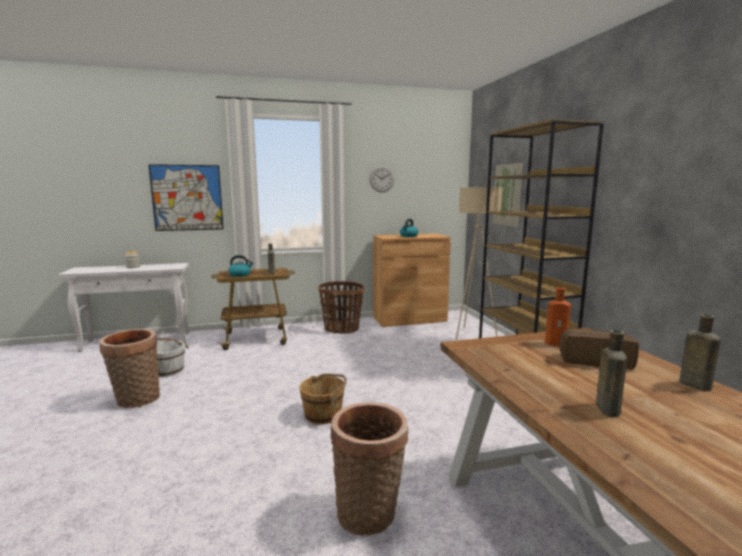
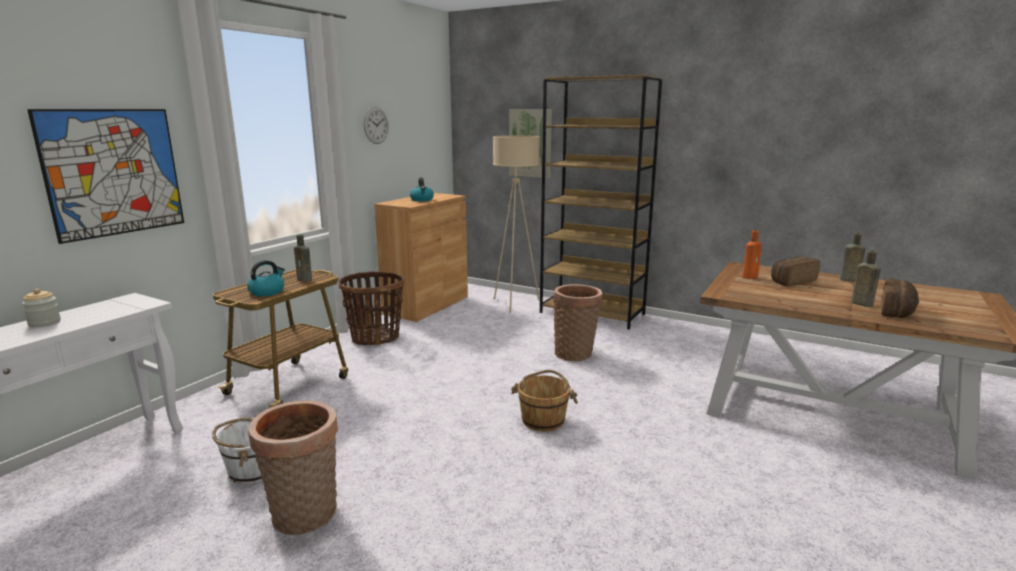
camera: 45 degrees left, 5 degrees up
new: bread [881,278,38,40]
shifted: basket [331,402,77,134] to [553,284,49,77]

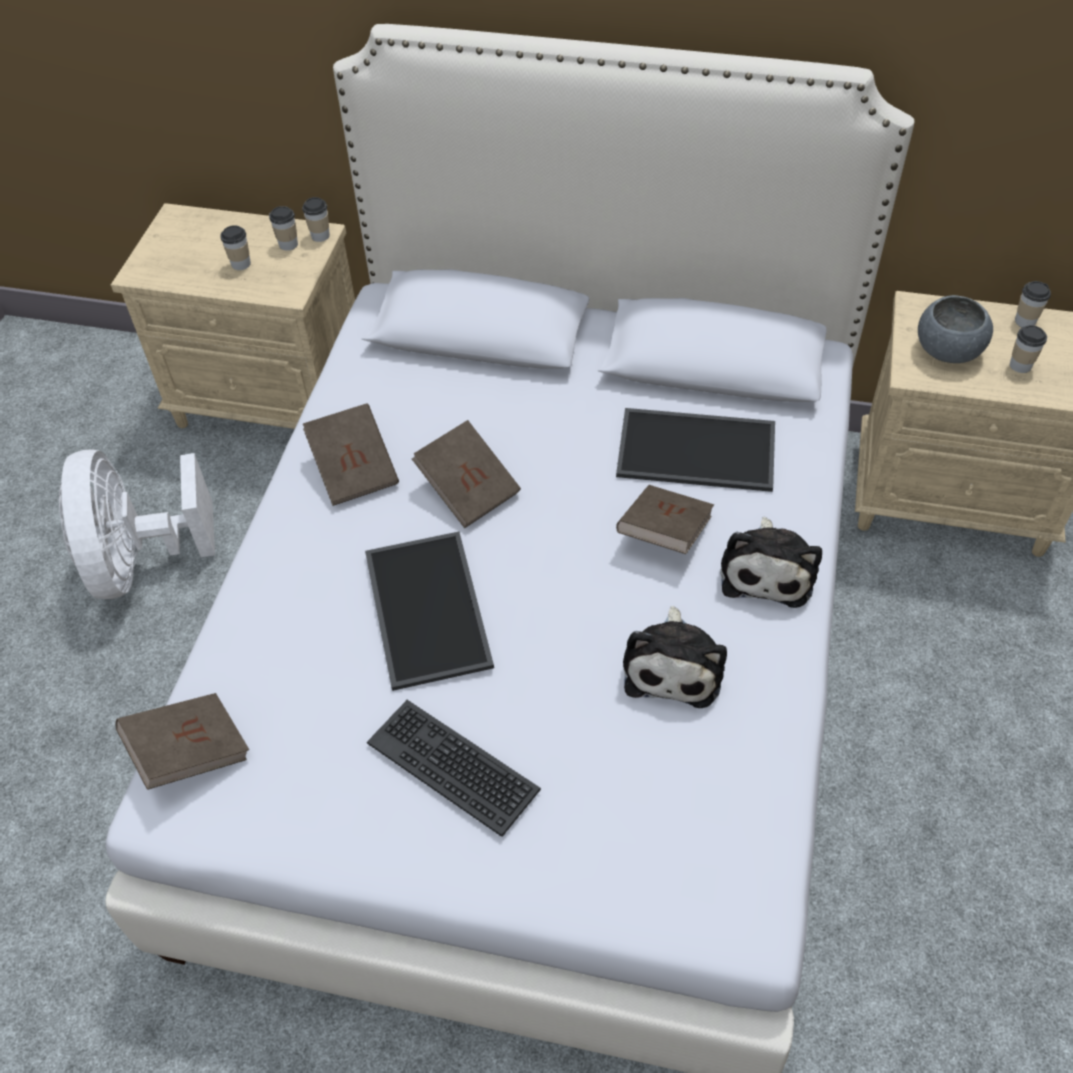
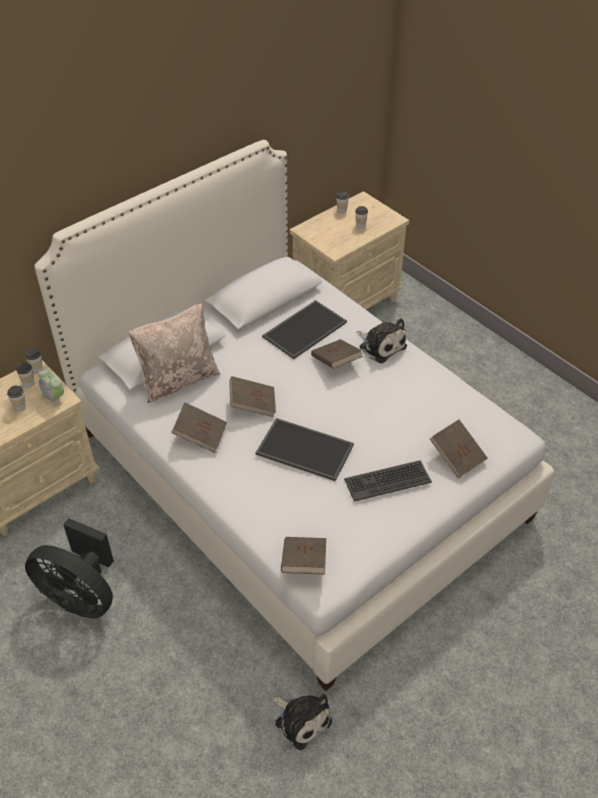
camera: 55 degrees left, 5 degrees down
gone: grey bowl [918,295,75,68]
new: beige pillow [128,304,92,99]; alarm clock [38,369,26,38]; brown book [430,420,58,58]
shifted: plush toy [623,606,104,102] to [273,694,59,56]
repainted: white fan [59,449,156,150] to black fan [25,518,89,100]

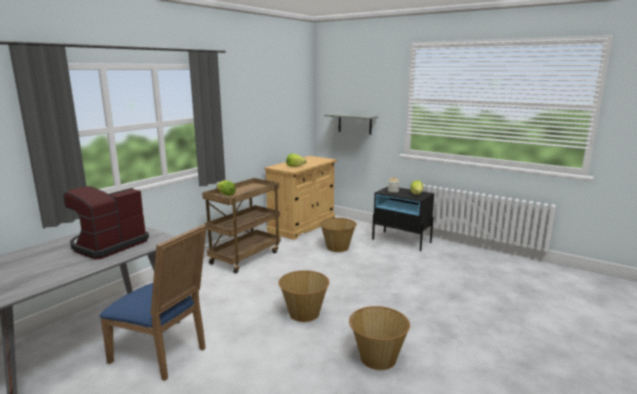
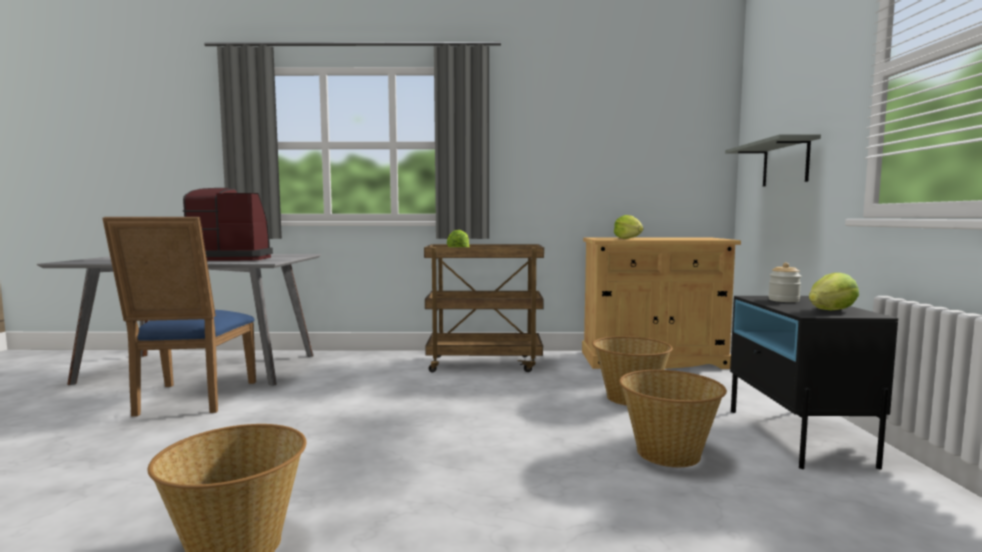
camera: 55 degrees right, 10 degrees down
shifted: basket [278,270,51,52] to [619,370,108,97]

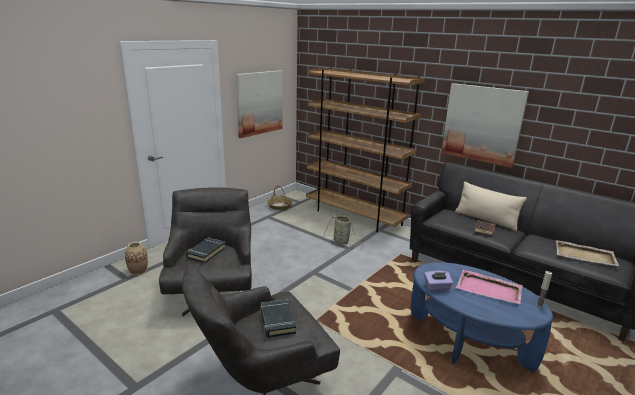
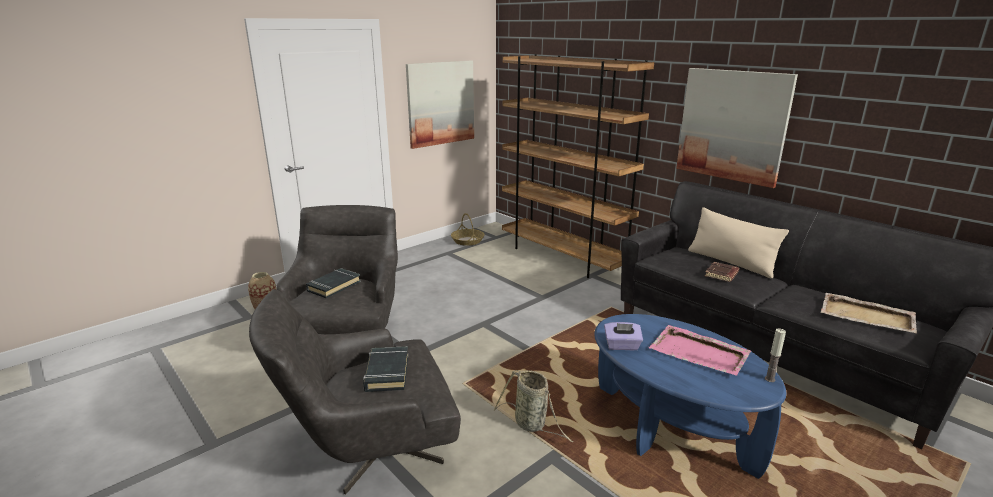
camera: 10 degrees right, 0 degrees up
shifted: basket [323,216,41,30] to [494,370,80,72]

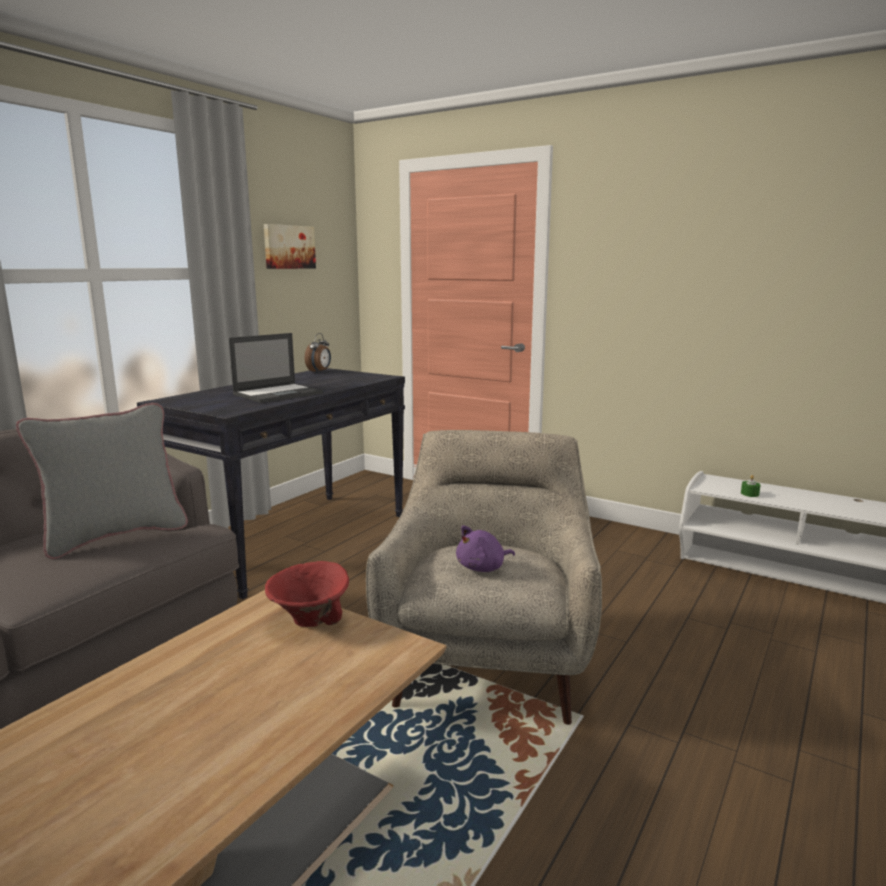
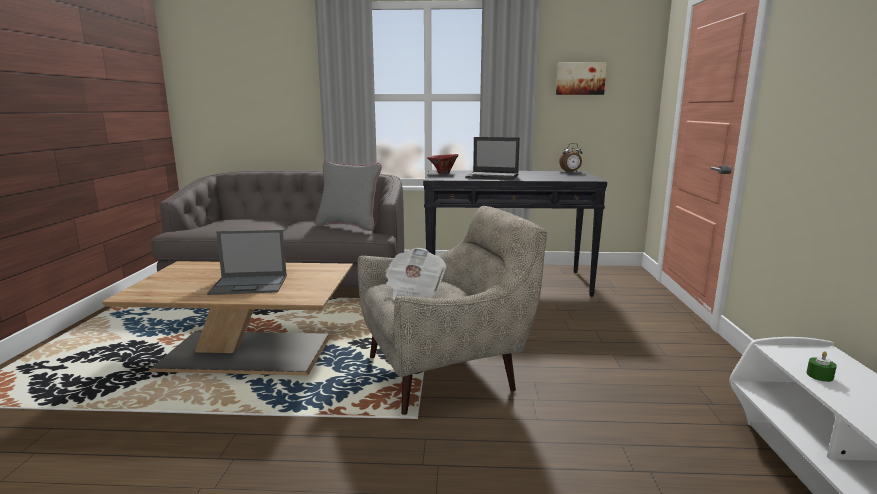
camera: 60 degrees right, 0 degrees up
new: laptop [207,230,80,65]
shifted: red bowl [265,561,84,66] to [427,154,32,19]
swapped: purple plush toy [456,526,59,46] to newspaper [385,248,62,52]

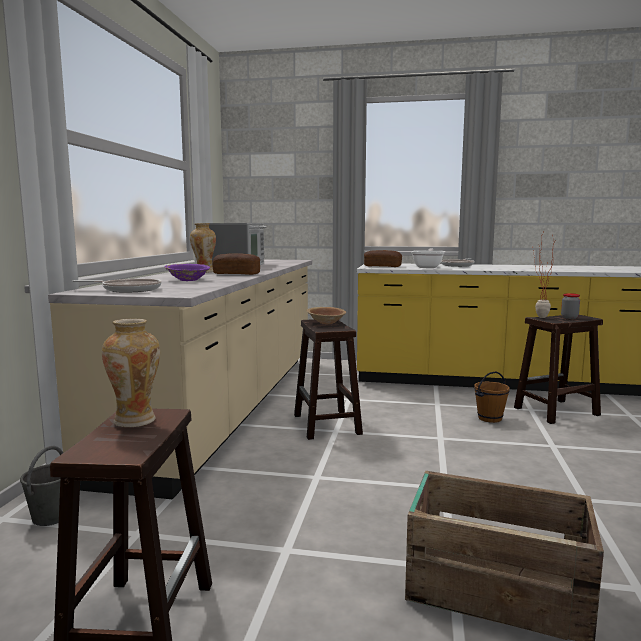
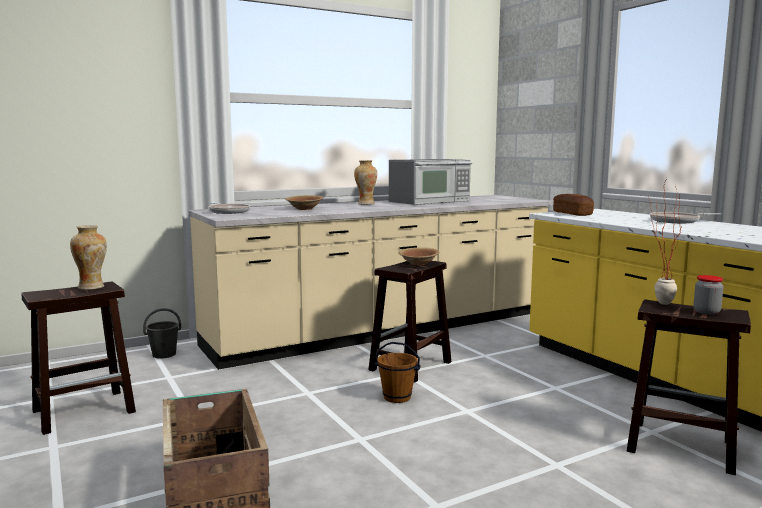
camera: 50 degrees right, 0 degrees up
gone: frying pan [411,248,34,20]; bread [212,253,48,22]
shifted: brown bucket [474,371,36,52] to [374,342,47,61]
repainted: purple bowl [164,264,46,17] to brown bowl [285,195,38,15]

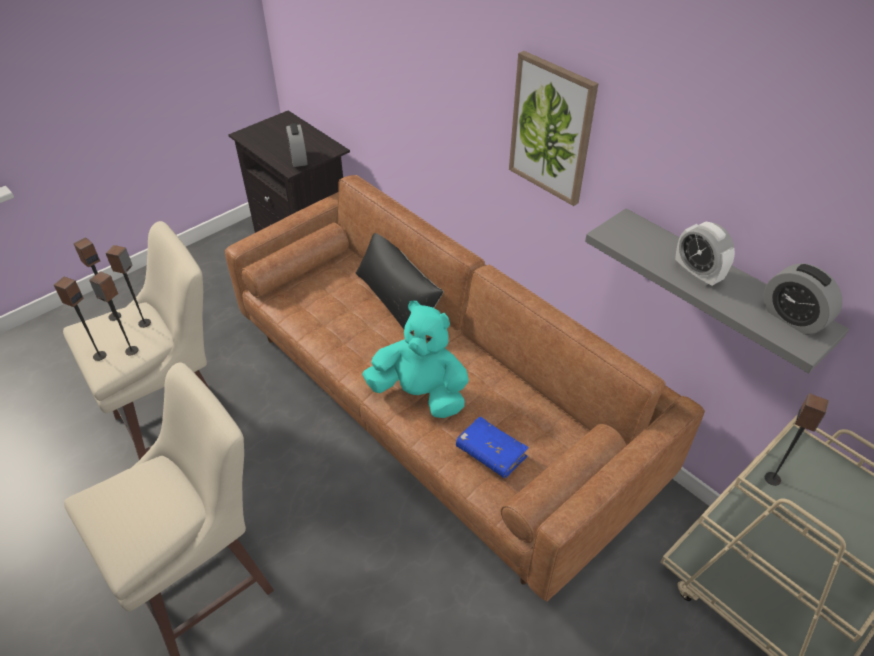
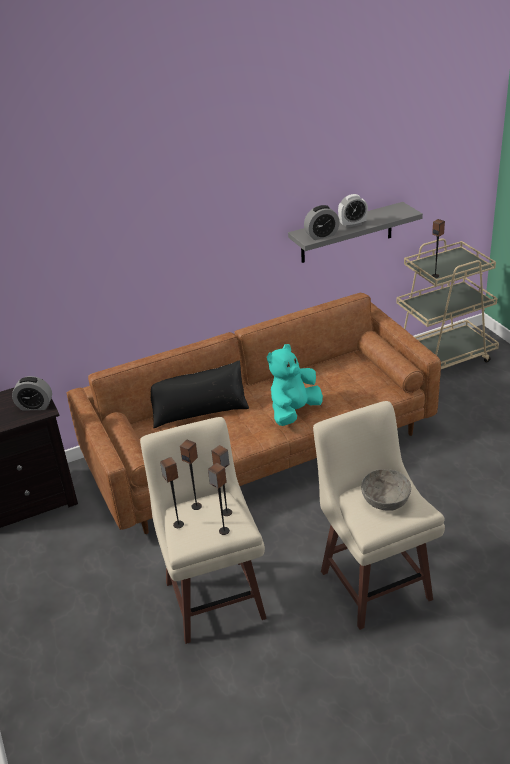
camera: 70 degrees left, 10 degrees down
gone: picture [509,51,89,155]; blue book [456,417,73,61]
new: grey bowl [361,469,50,42]
shifted: alarm clock [764,263,79,72] to [304,205,36,35]

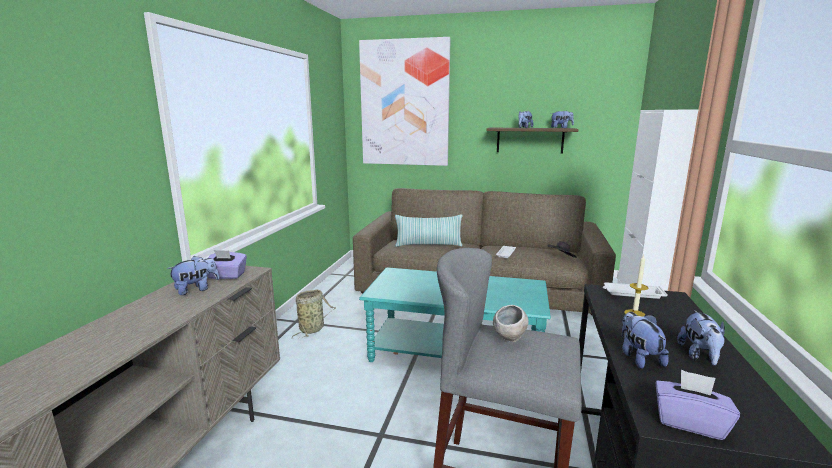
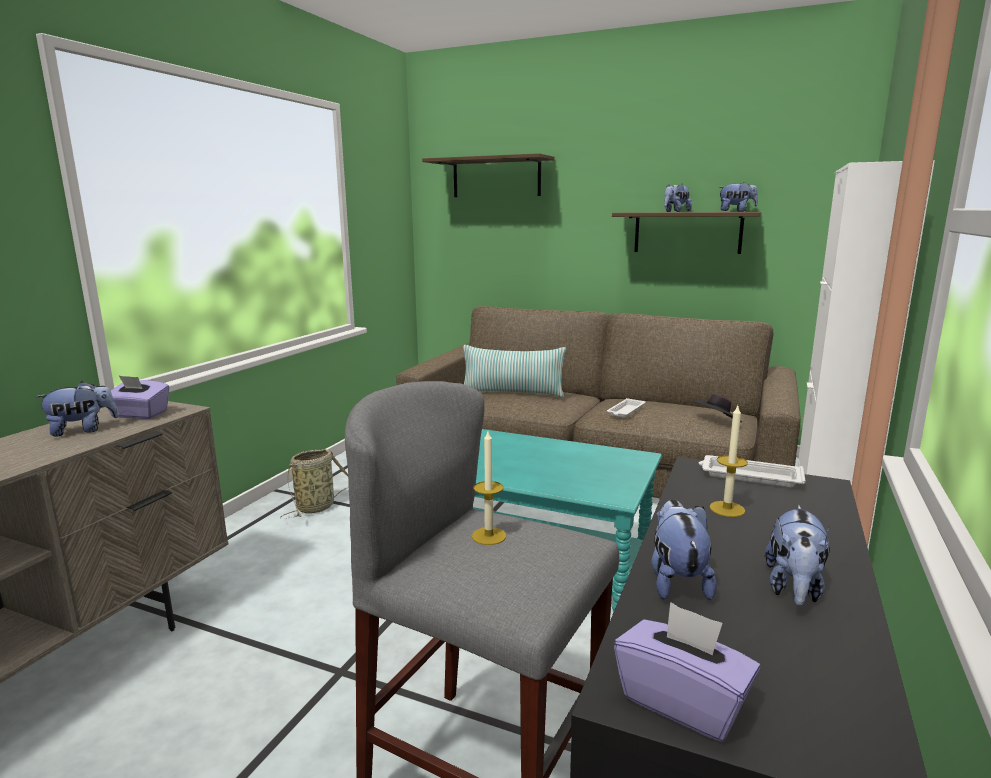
camera: 10 degrees right, 0 degrees up
swapped: picture [359,37,92,129] to shelf [422,153,133,44]; grey bowl [493,305,36,37] to candle [472,431,34,114]

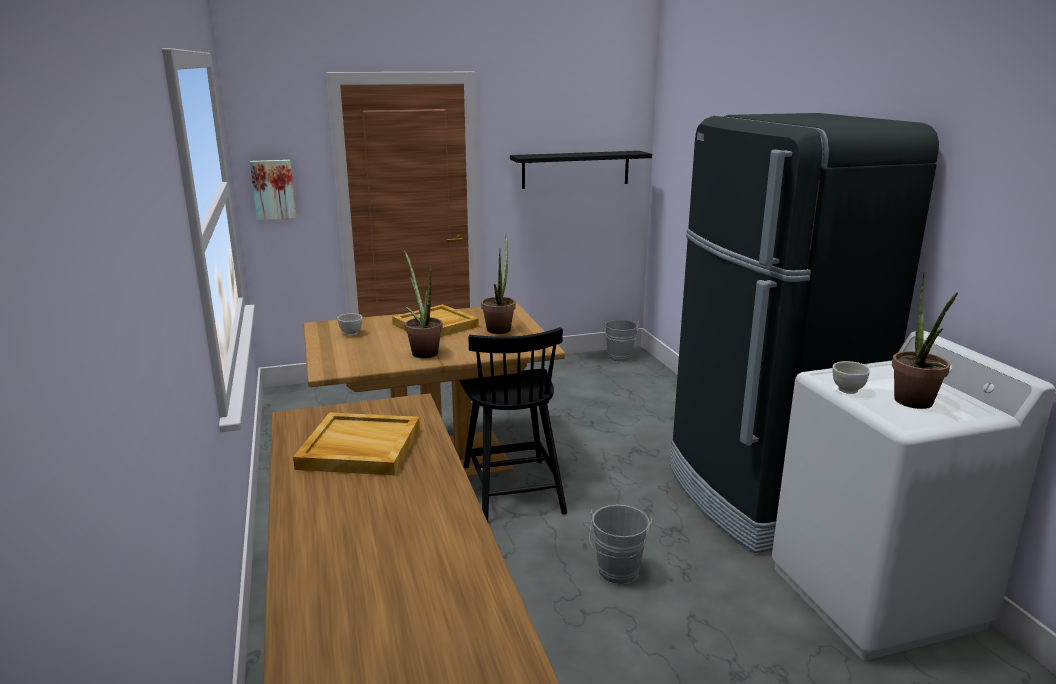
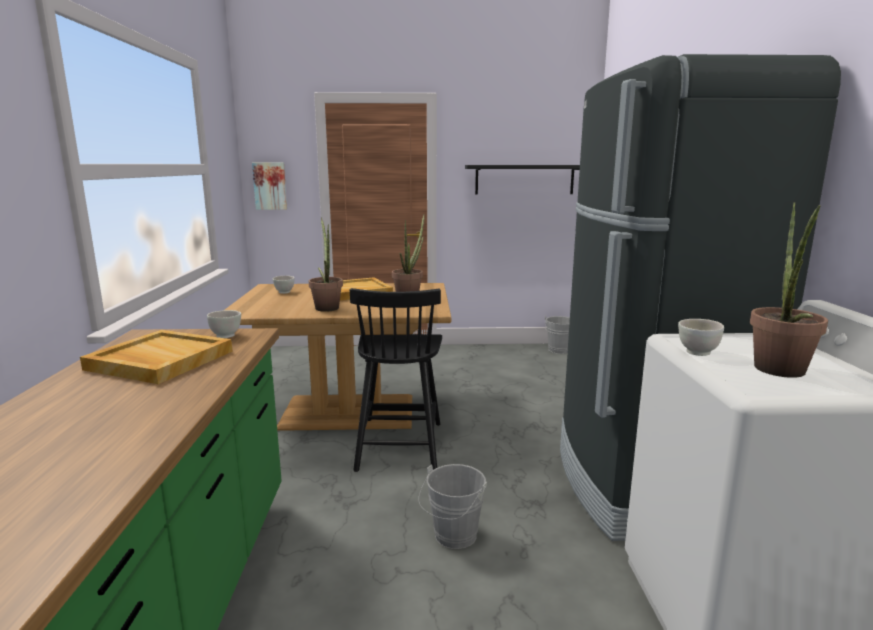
camera: 15 degrees right, 5 degrees down
new: white bowl [207,310,34,28]

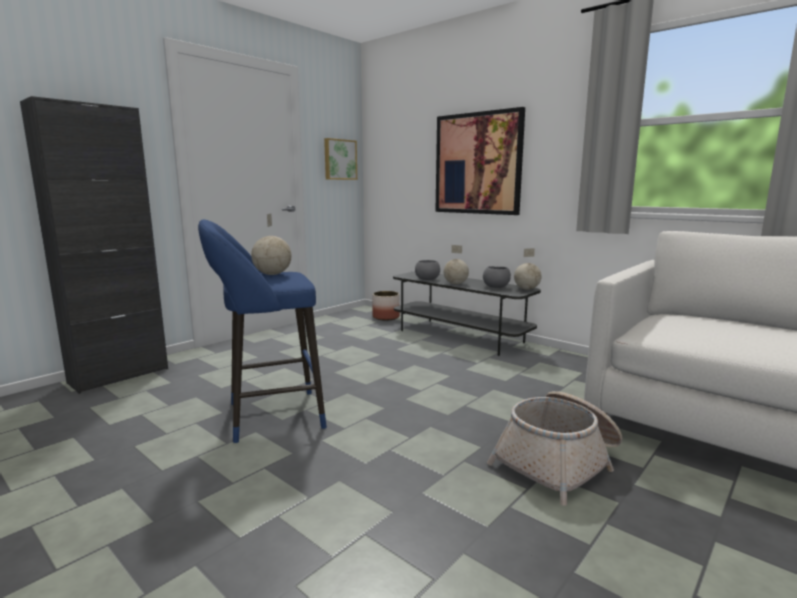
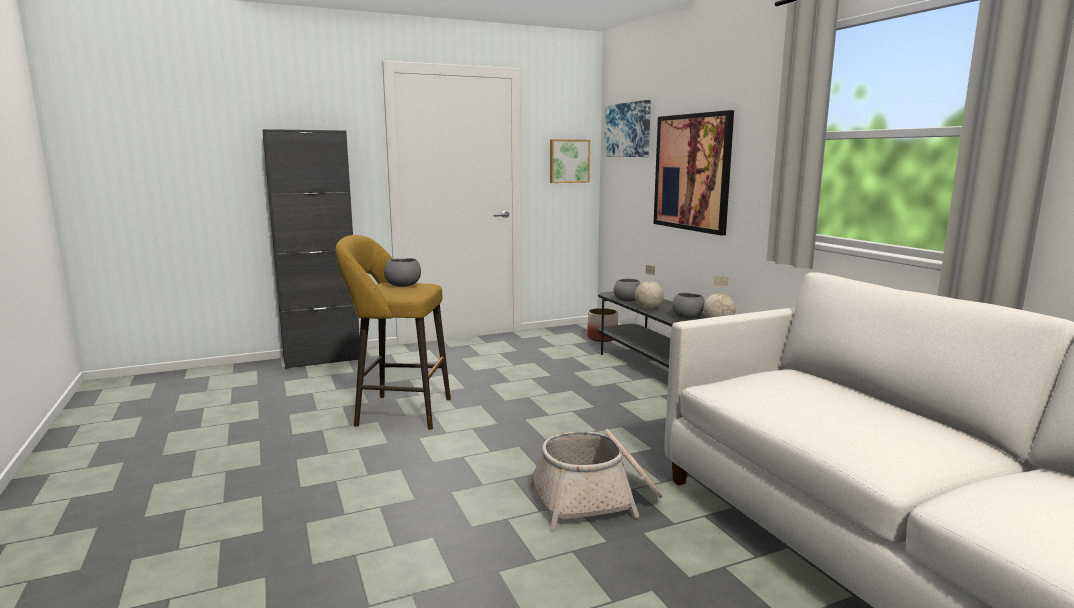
camera: 25 degrees right, 0 degrees up
new: picture [604,100,47,57]
swapped: globe [251,214,40,61] to grey bowl [384,258,37,29]
repainted: blue stool [198,219,129,224] to yellow stool [335,235,116,195]

